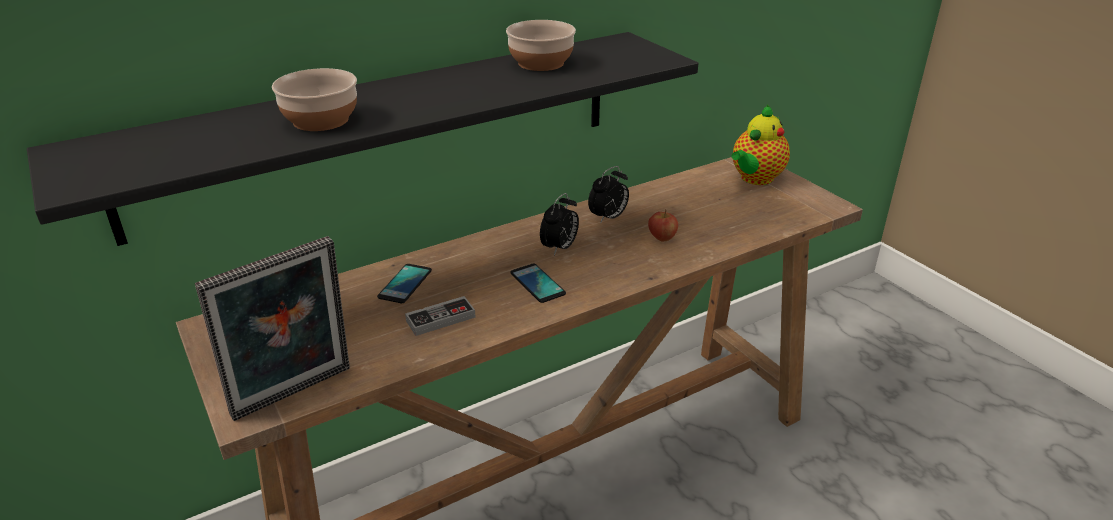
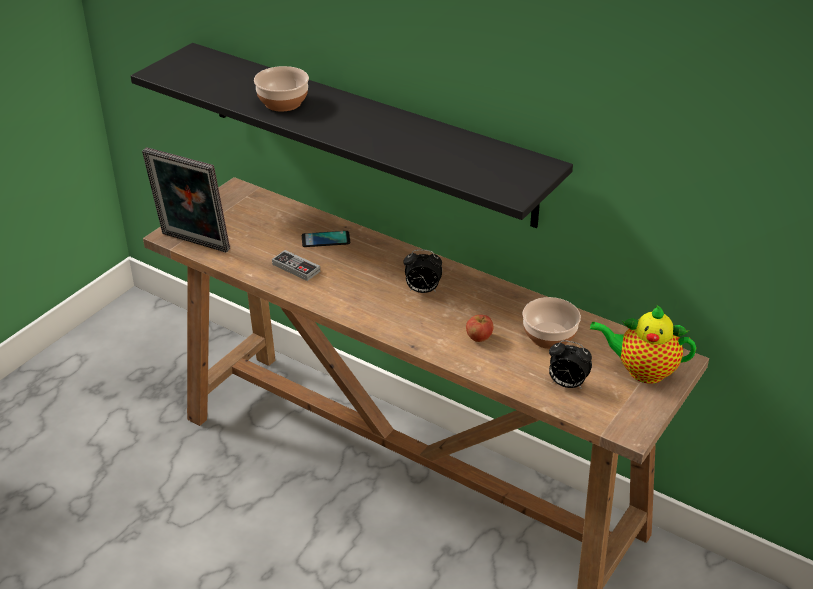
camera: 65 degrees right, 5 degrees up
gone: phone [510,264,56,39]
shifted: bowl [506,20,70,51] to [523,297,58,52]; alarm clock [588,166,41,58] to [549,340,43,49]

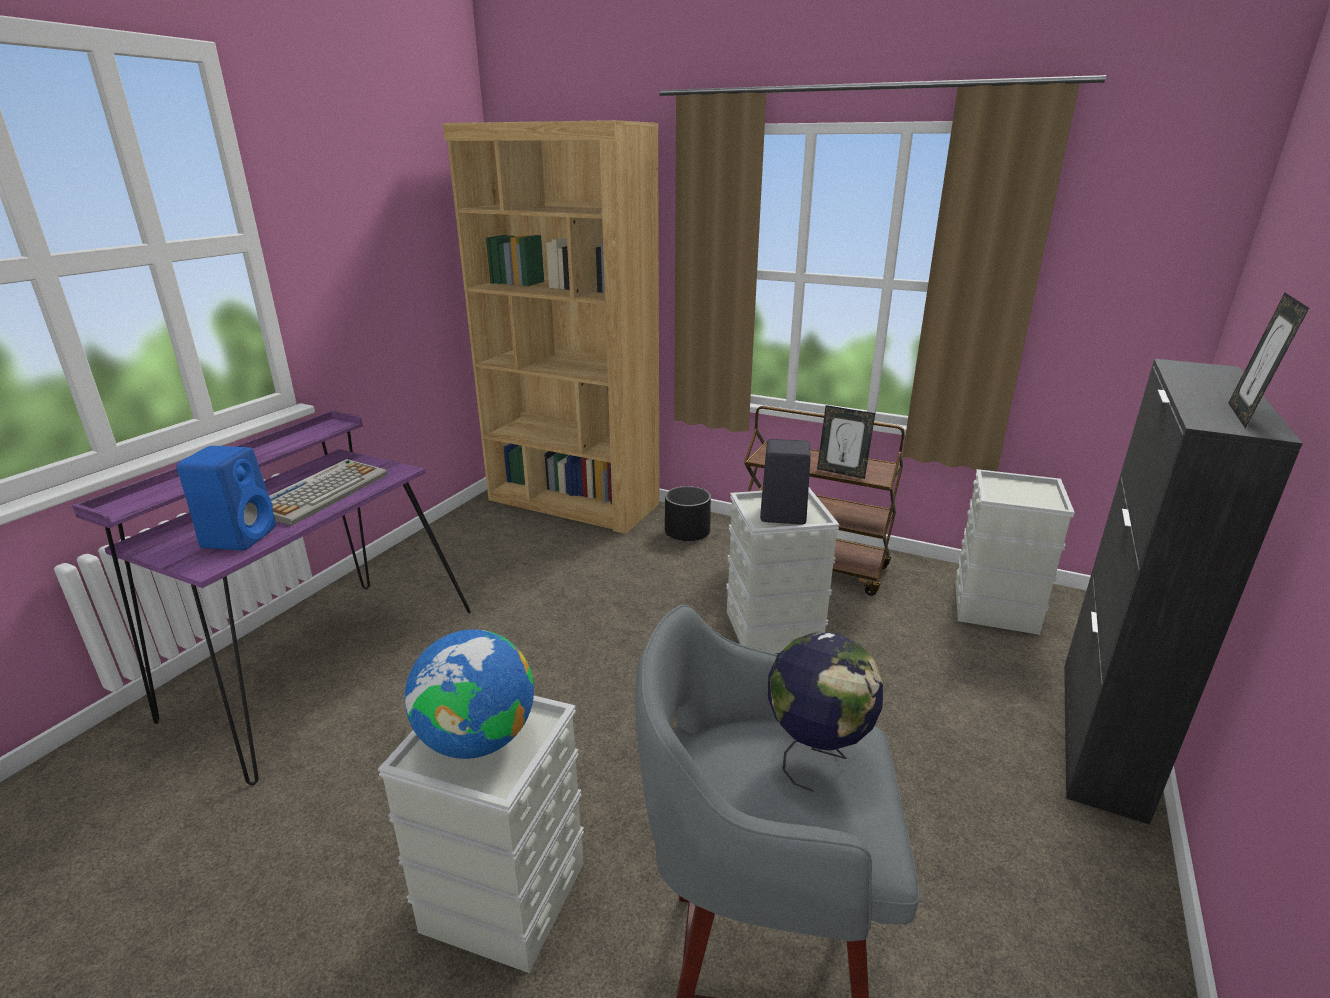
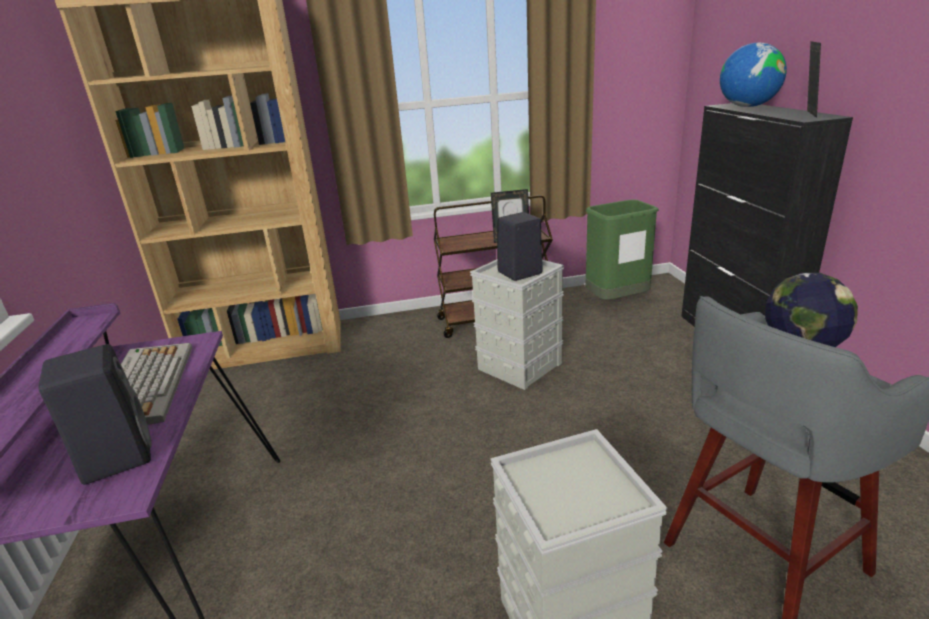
camera: 35 degrees left, 0 degrees up
gone: black planter [665,486,46,56]
shifted: globe [405,629,129,130] to [720,43,67,64]
swapped: grey storage box [955,469,120,166] to green trash can [585,199,74,101]
repainted: blue speaker [177,446,99,104] to black speaker [38,344,114,141]
rotated: picture frame [1228,293,81,135] = [807,41,14,77] 150 degrees counterclockwise

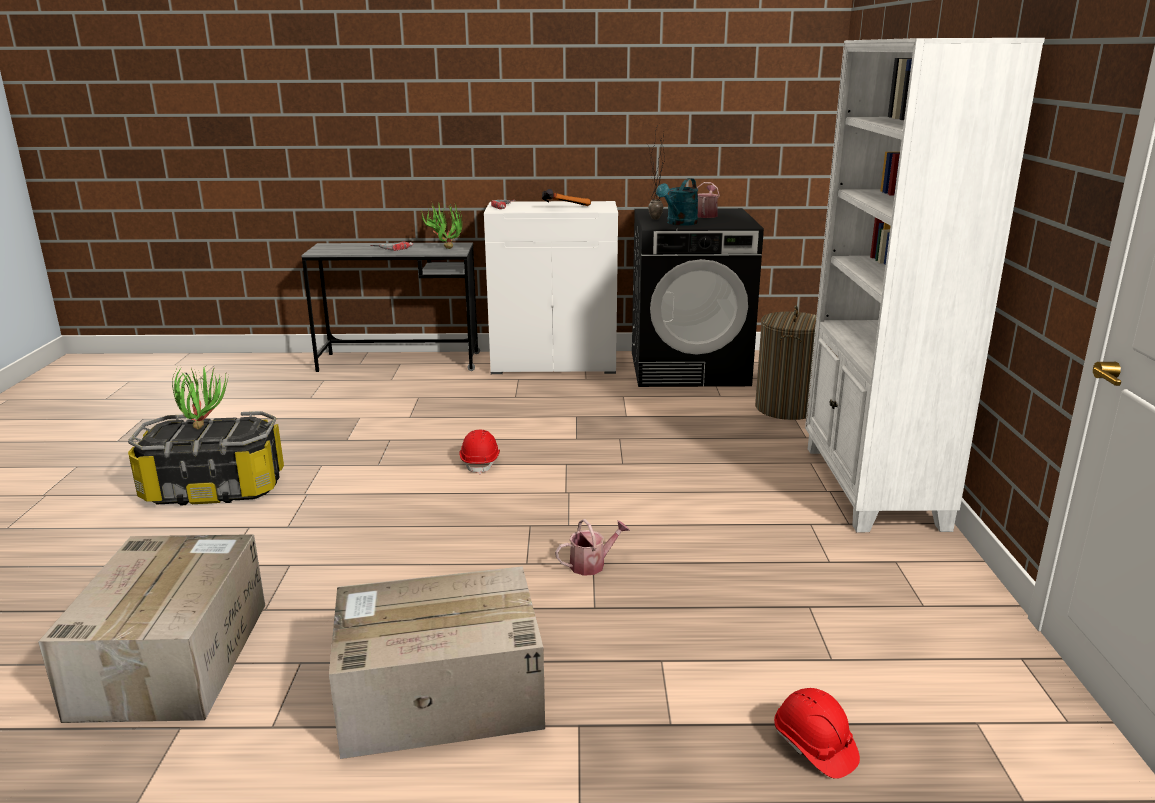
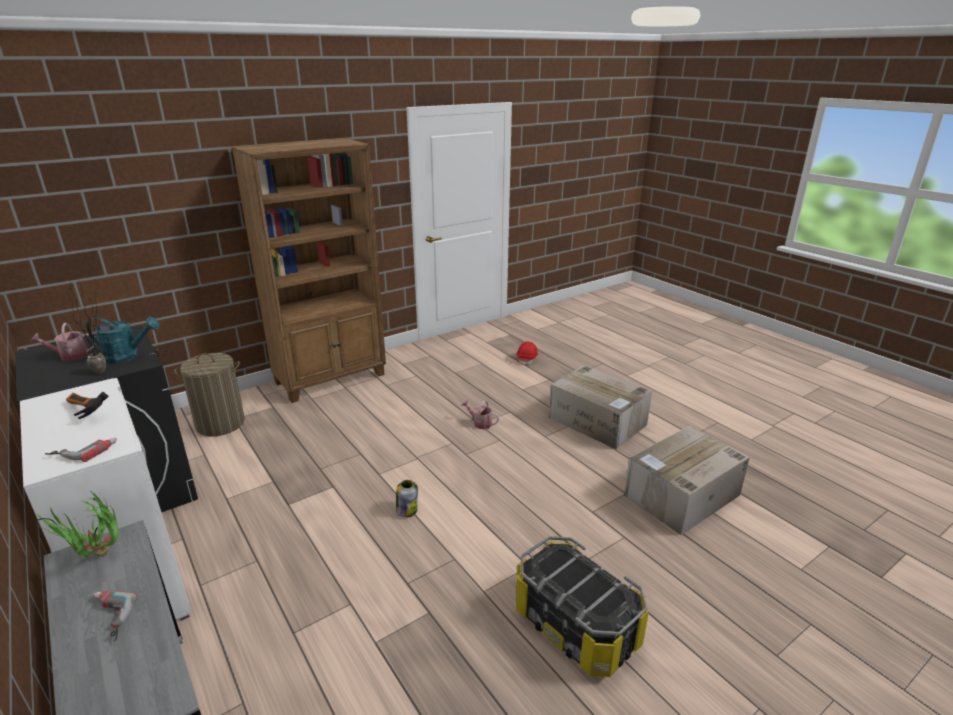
camera: 125 degrees left, 5 degrees up
gone: potted plant [172,365,56,65]
swapped: red hard hat [459,430,41,45] to jar [396,480,22,38]
repainted: white bookcase [805,38,240,494] to brown bookcase [232,138,154,265]

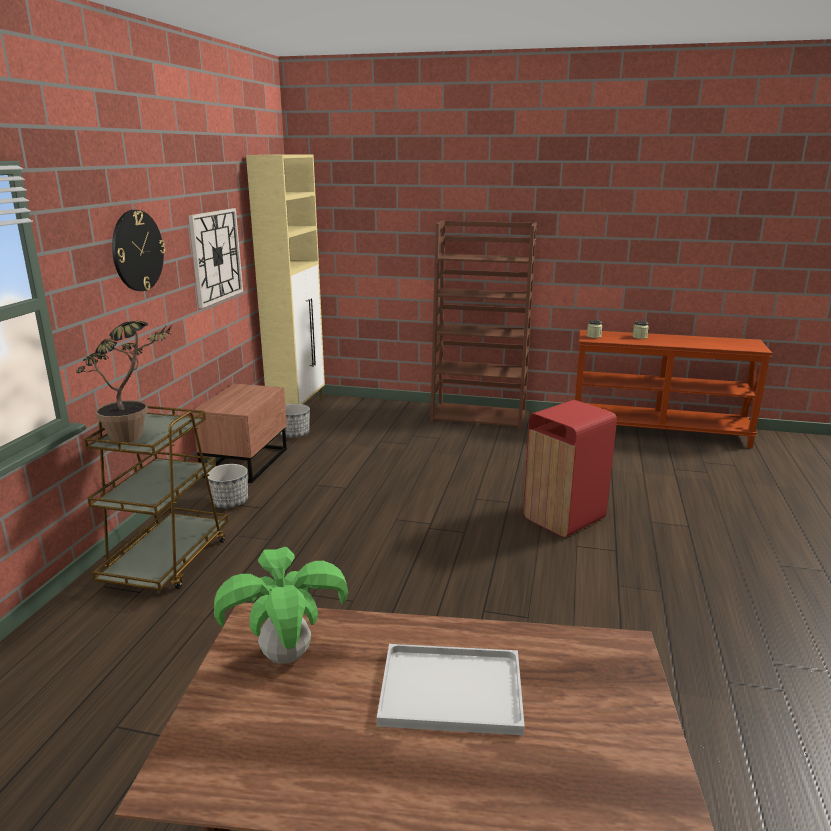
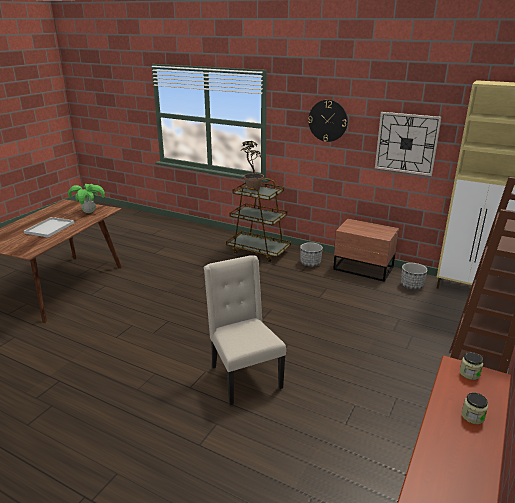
camera: 105 degrees right, 5 degrees up
swapped: red trash can [523,400,94,137] to beige chair [204,255,82,150]

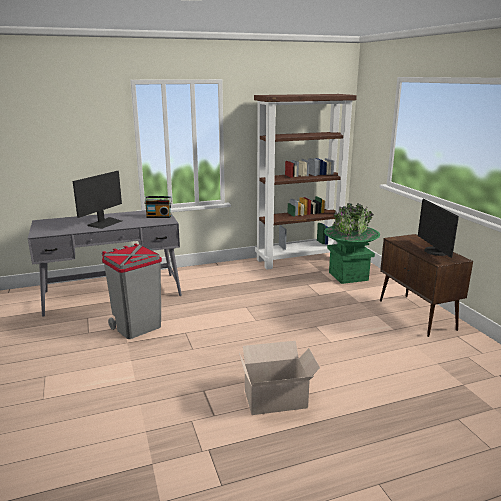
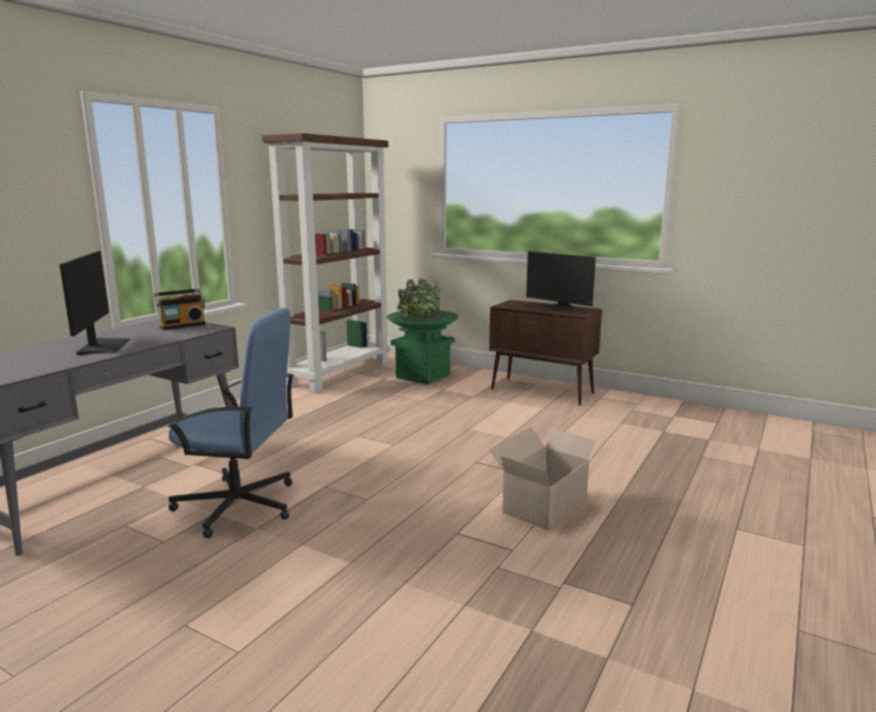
camera: 40 degrees left, 5 degrees down
swapped: grey trash can [101,243,61,96] to blue office chair [167,308,127,230]

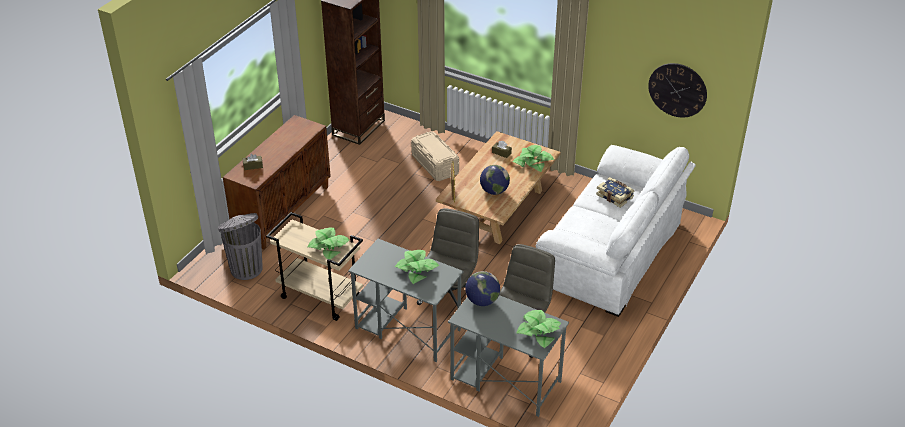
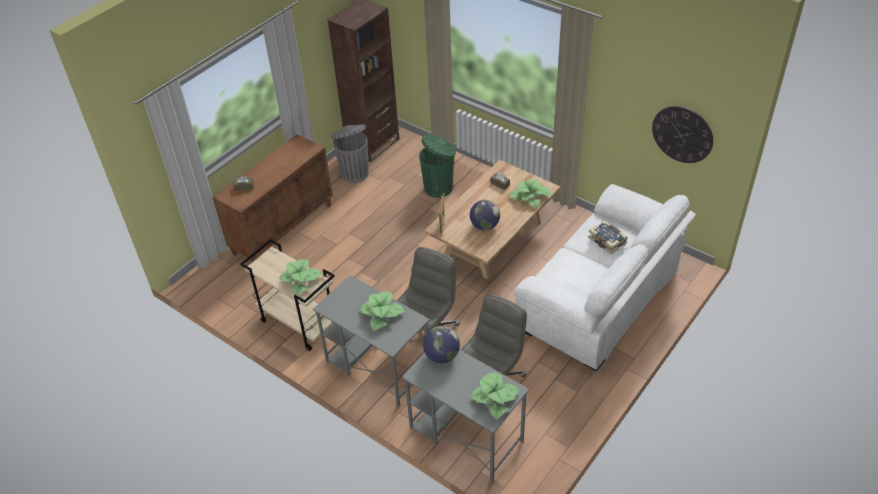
camera: 10 degrees right, 5 degrees up
shifted: grey trash can [218,213,45,67] to [331,124,38,59]
swapped: beige storage box [411,131,48,50] to green trash can [419,134,37,64]

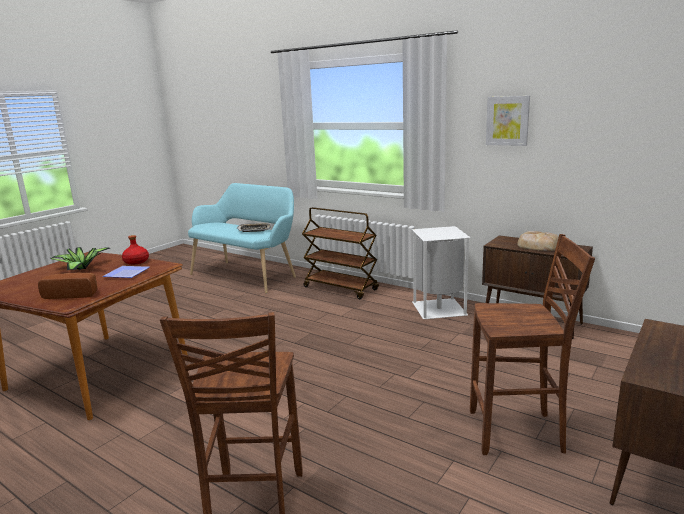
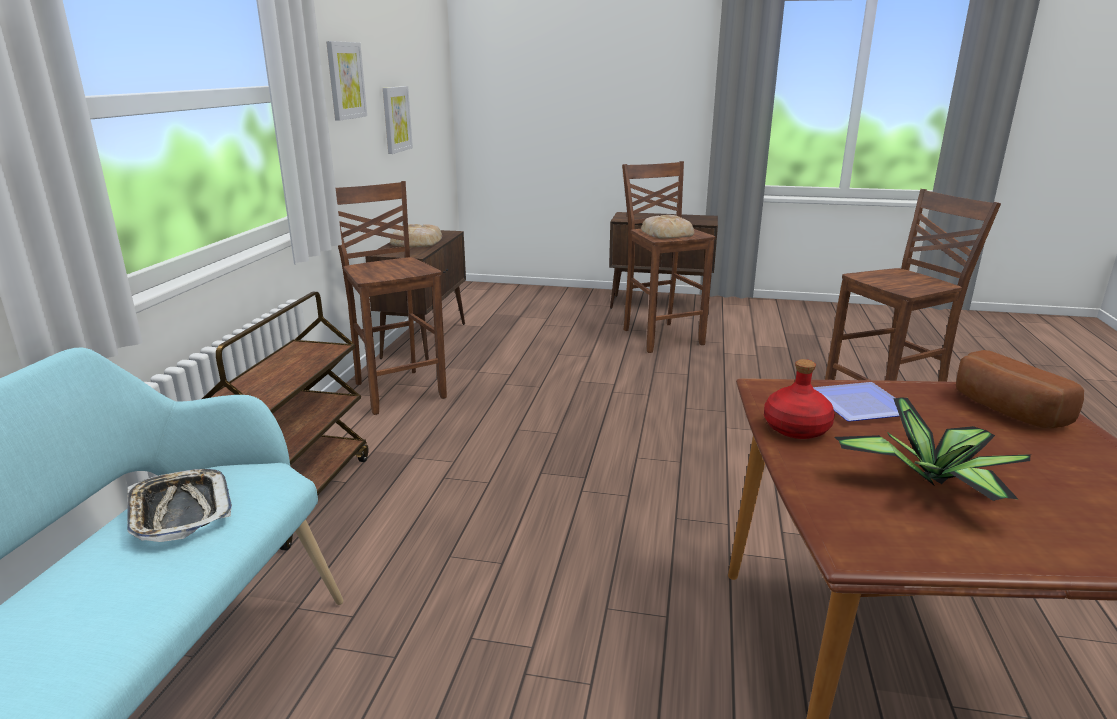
camera: 115 degrees left, 5 degrees up
new: picture [383,86,30,68]; bread [641,215,53,24]
swapped: white trash can [412,226,59,93] to brown stool [336,181,111,234]

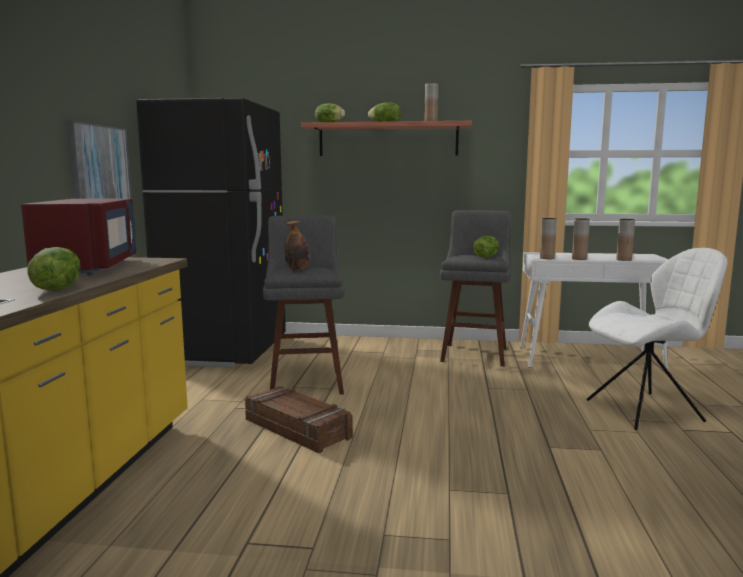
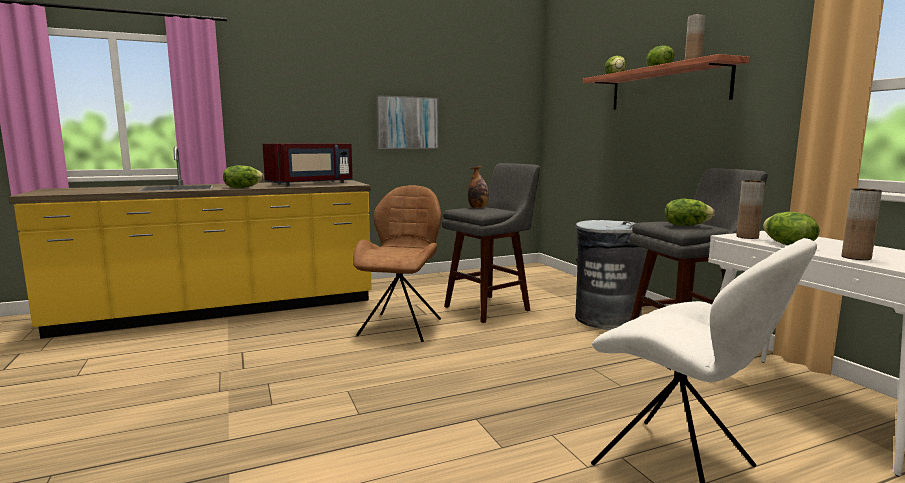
camera: 60 degrees right, 0 degrees up
gone: black fridge [136,98,150,269]
new: grey trash can [575,220,70,110]
swapped: brown vase [572,218,18,42] to lettuce [763,212,57,33]; crate [245,386,108,67] to brown chair [353,185,88,157]

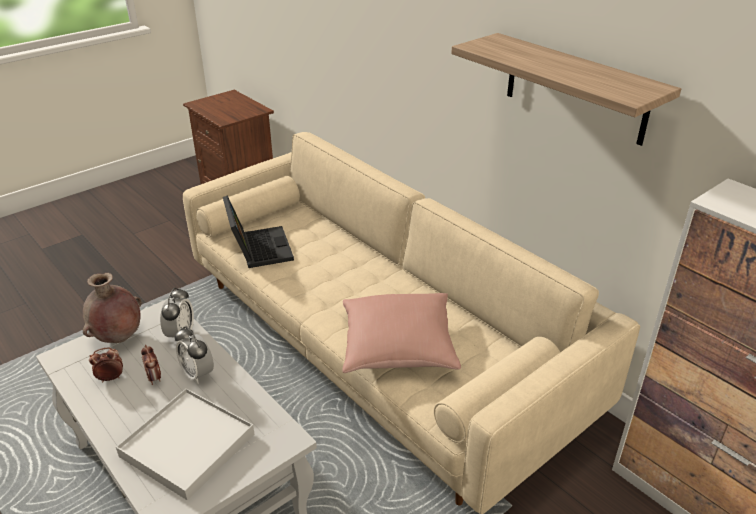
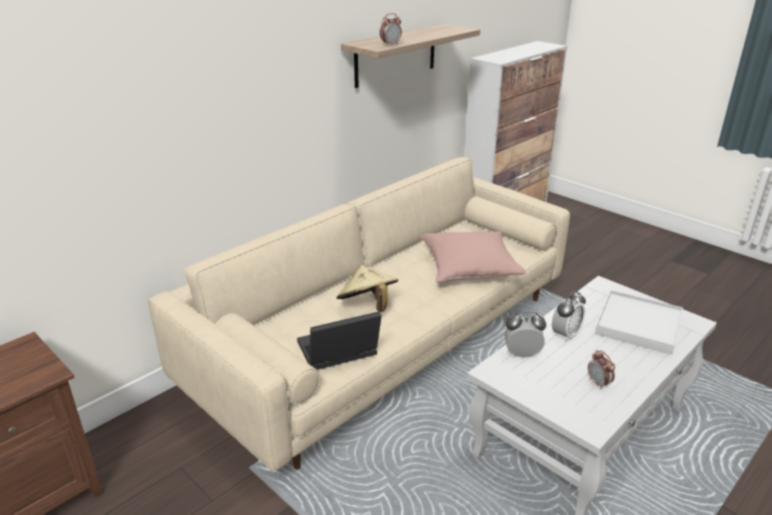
camera: 95 degrees left, 5 degrees down
gone: brown vase [83,273,59,70]
new: beige hat [336,265,62,47]
shifted: alarm clock [141,345,20,40] to [380,13,22,33]

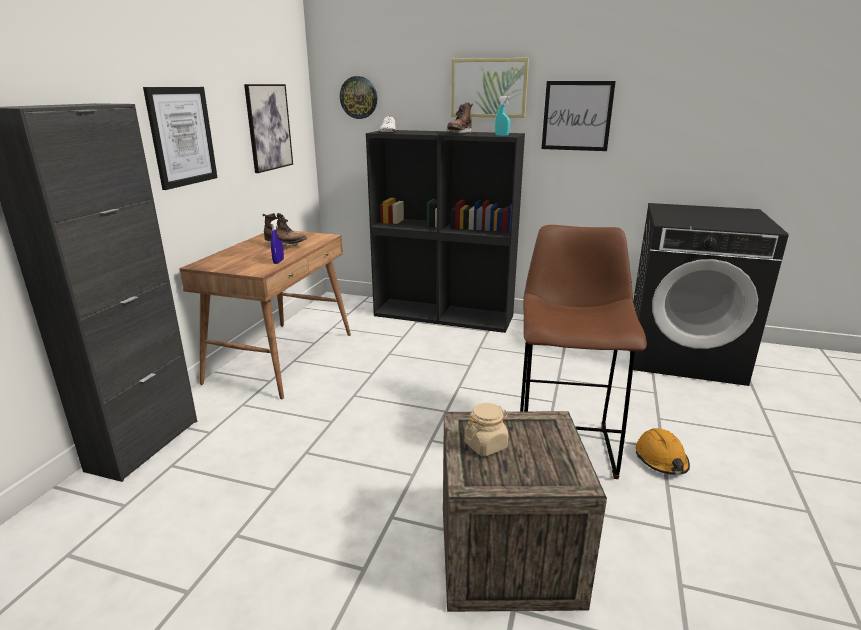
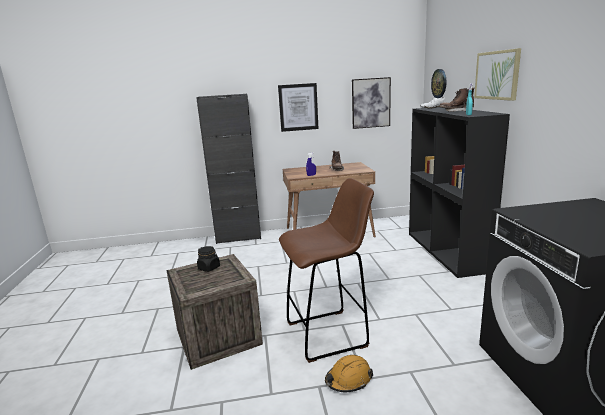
camera: 65 degrees right, 5 degrees down
gone: picture [542,81,74,70]
repainted: beige jar [464,403,44,53] to black jar [197,246,23,26]

